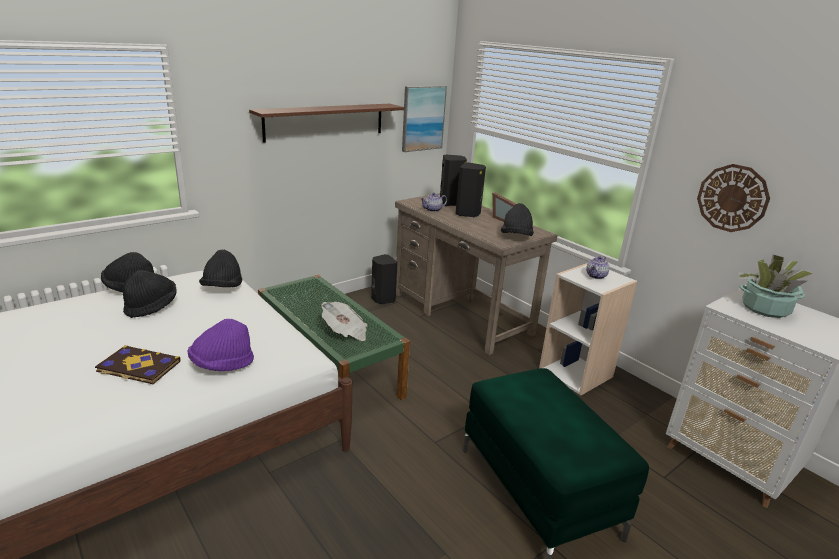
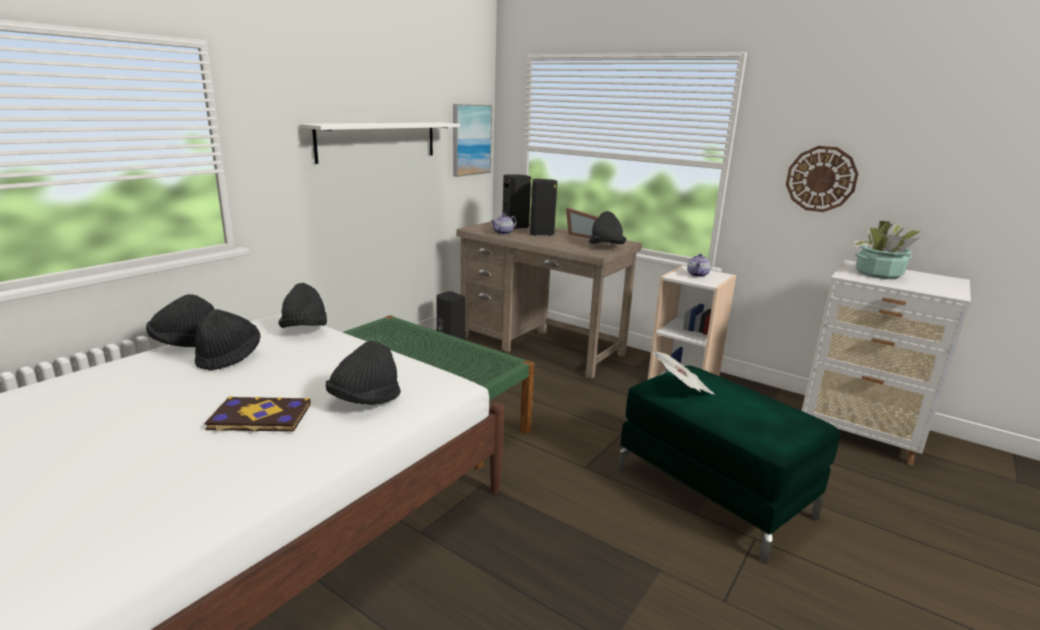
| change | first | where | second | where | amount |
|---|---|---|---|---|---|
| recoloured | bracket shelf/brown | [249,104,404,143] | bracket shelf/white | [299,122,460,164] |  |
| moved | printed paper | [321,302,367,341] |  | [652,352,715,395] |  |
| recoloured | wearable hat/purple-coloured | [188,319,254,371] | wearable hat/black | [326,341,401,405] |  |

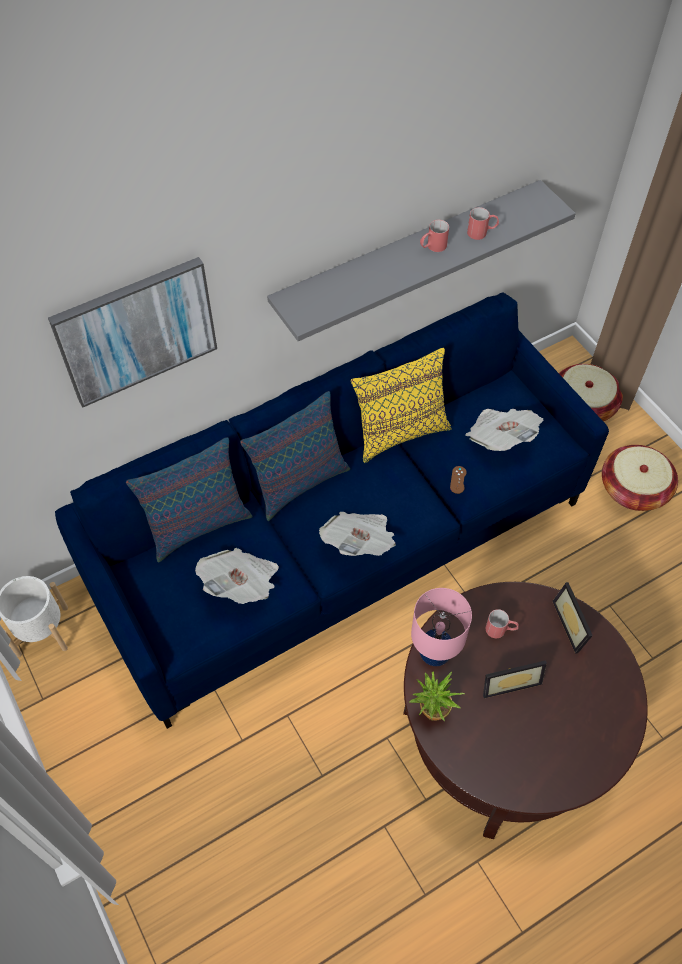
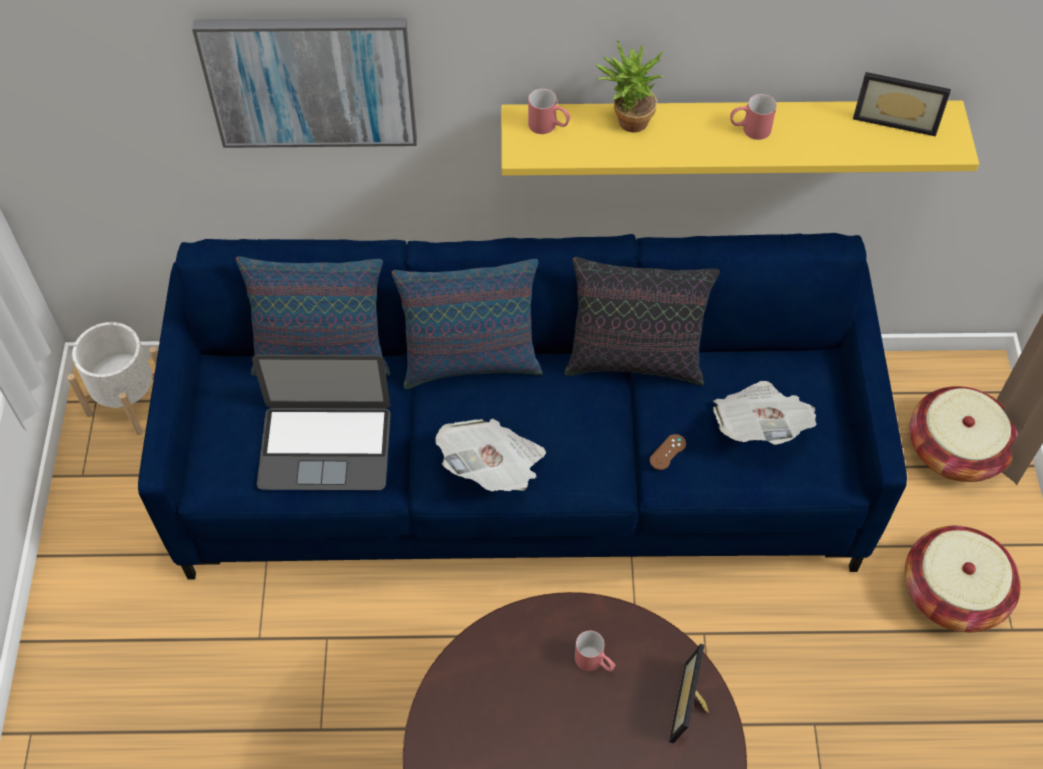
| change | first | where | second | where | amount |
|---|---|---|---|---|---|
| recoloured | bracket shelf/grey | [267,180,576,341] | bracket shelf/yellowish | [501,100,979,176] |  |
| moved | tea mug/red-coloured | [467,207,499,240] |  | [528,89,570,134] |  |
| recoloured | throw pillow/yellowish | [351,348,452,463] | throw pillow/black | [565,257,720,386] |  |
| replaced | printed paper | [195,548,279,604] | portable computer | [252,355,391,490] |  |
| removed | tabletop lamp/pink-coloured | [411,588,472,666] |  |  |  |
| moved | picture frame | [483,660,547,698] |  | [853,72,951,136] |  |
| moved | houseplant | [409,671,465,721] |  | [596,40,664,133] |  |

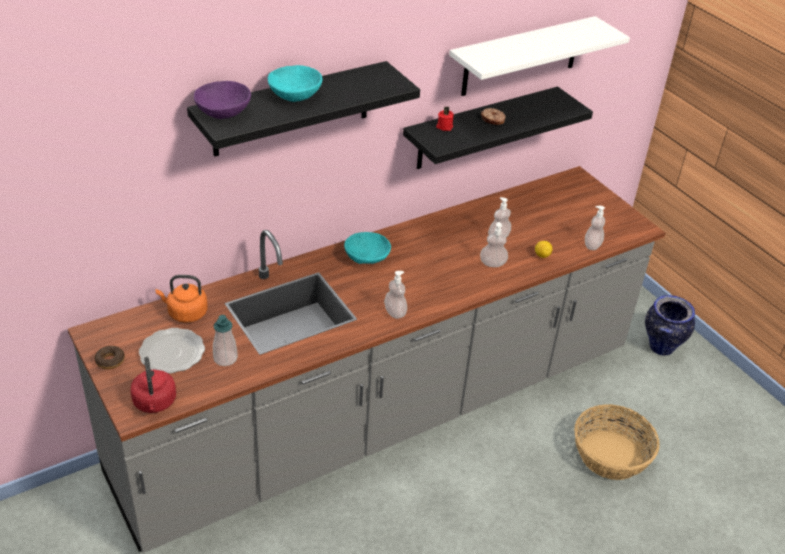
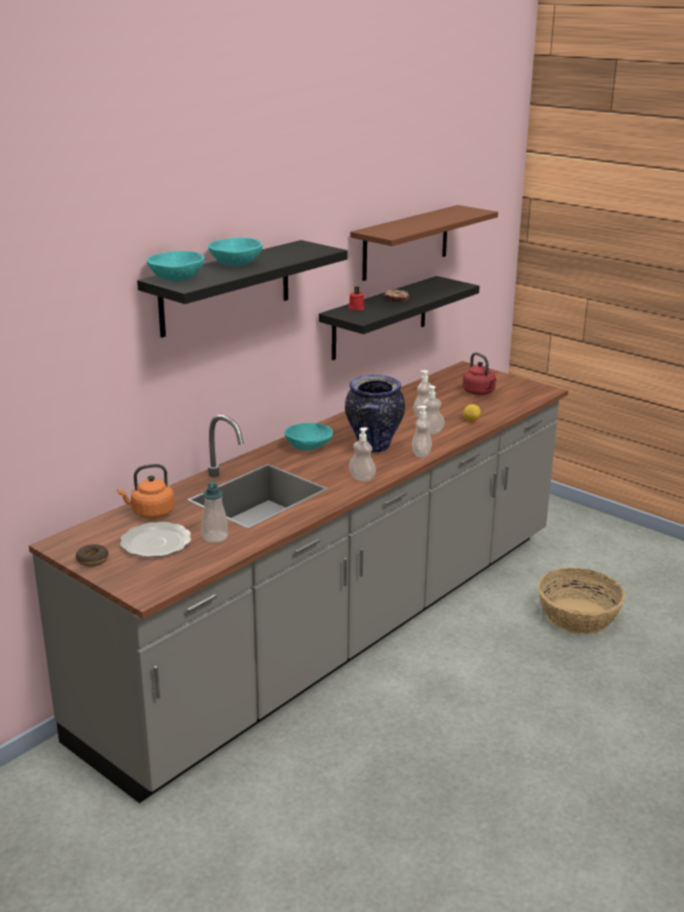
| change | first | where | second | where | amount |
|---|---|---|---|---|---|
| recoloured | bracket shelf/white | [449,16,630,96] | bracket shelf/brown | [350,205,498,281] |  |
| recoloured | bowl/purple-coloured | [194,81,251,119] | bowl/turquoise | [146,251,204,281] |  |
| moved | soap bottle | [585,206,605,250] |  | [412,405,432,457] |  |
| moved | flower vase | [645,295,695,356] |  | [345,375,405,453] |  |
| moved | tea kettle/red-coloured | [130,357,176,413] |  | [463,352,496,395] |  |

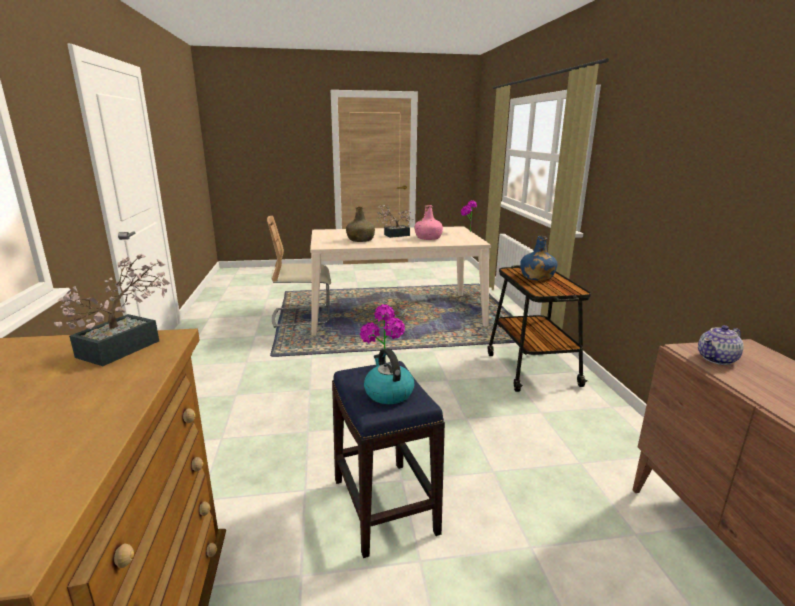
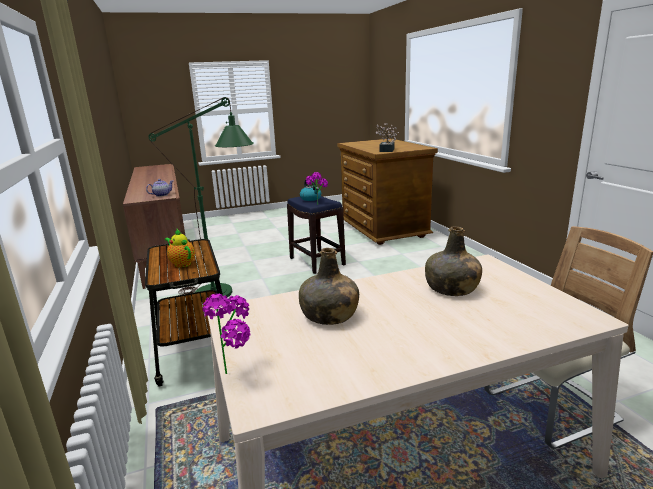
| change | first | where | second | where | amount |
|---|---|---|---|---|---|
| removed | houseplant | [377,204,413,238] |  |  |  |
| recoloured | bottle/pink-coloured | [414,205,443,240] | bottle/green | [299,248,359,325] |  |
| replaced | bottle/bluish | [520,236,558,280] | teapot | [165,229,195,267] |  |
| added |  |  | floor lamp/green | [149,97,254,297] |  |

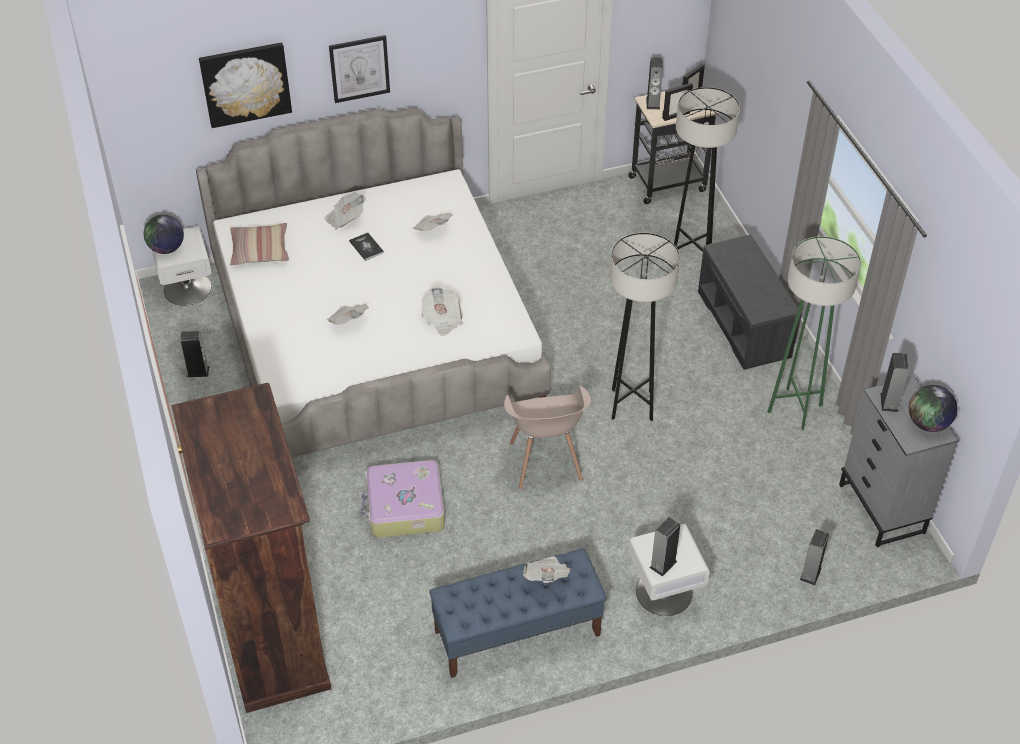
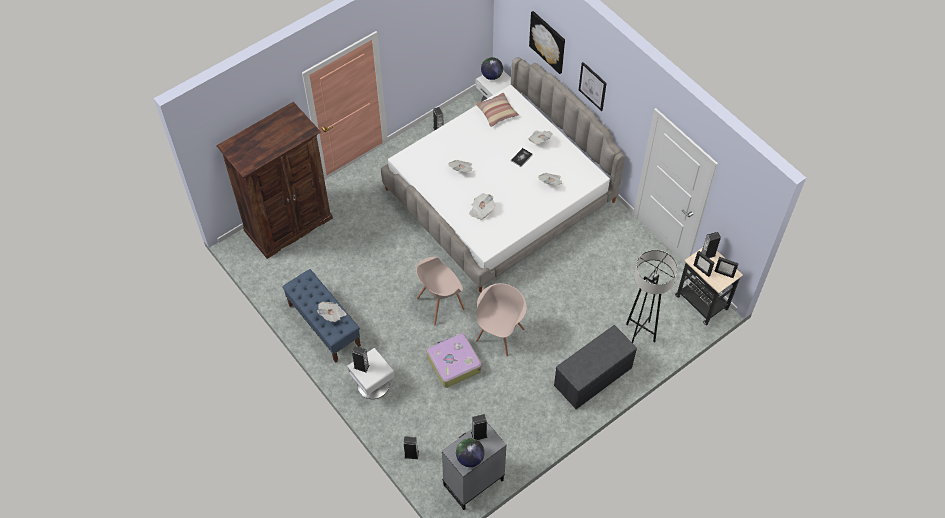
| change | first | where | second | where | amount |
|---|---|---|---|---|---|
| replaced | floor lamp/black | [610,233,680,421] | plain chair/beige-coloured | [476,283,527,356] |  |
| removed | floor lamp/green | [767,236,861,430] |  |  |  |
| moved | piece of luggage | [361,460,445,538] |  | [427,333,482,388] |  |

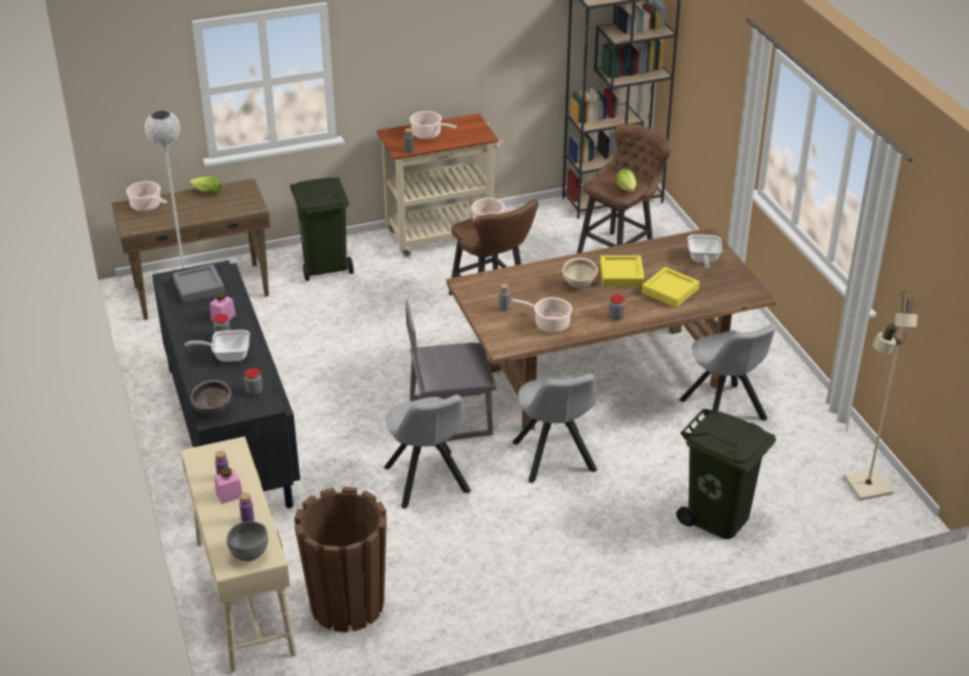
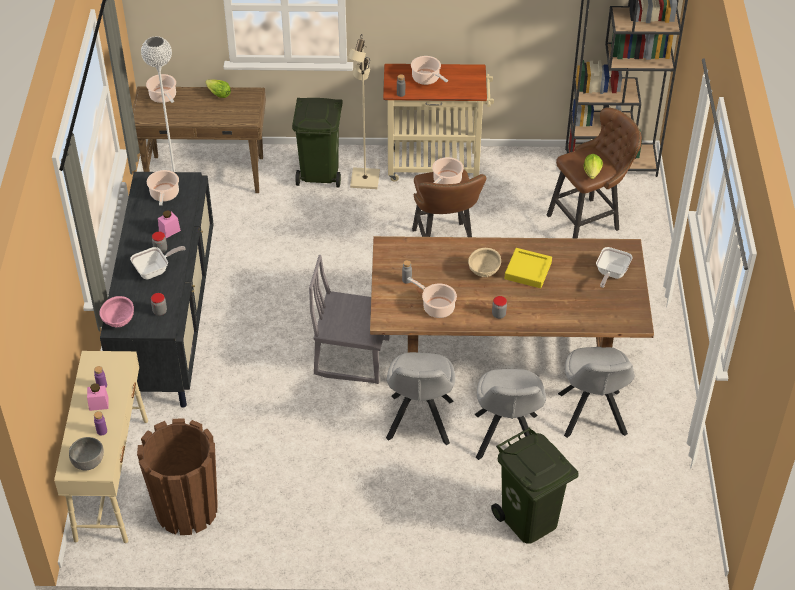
| change | first | where | second | where | amount |
|---|---|---|---|---|---|
| replaced | serving tray/grey | [173,264,225,303] | saucepot | [147,170,179,206] |  |
| removed | serving tray/yellowish | [642,267,700,308] |  |  |  |
| moved | floor lamp/beige-coloured | [844,291,918,501] |  | [348,34,380,189] |  |
| turned | skillet | [185,330,250,362] |  | [130,246,186,279] | 135 degrees clockwise |
| recoloured | bowl/brown | [191,380,232,415] | bowl/pink-coloured | [100,296,134,328] |  |
| moved | plain chair/grey | [384,395,471,509] |  | [474,369,546,460] |  |

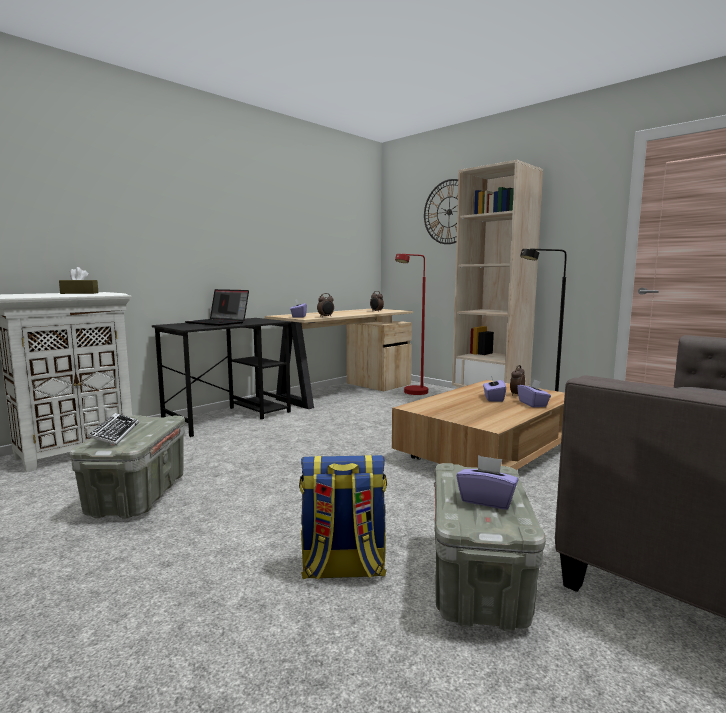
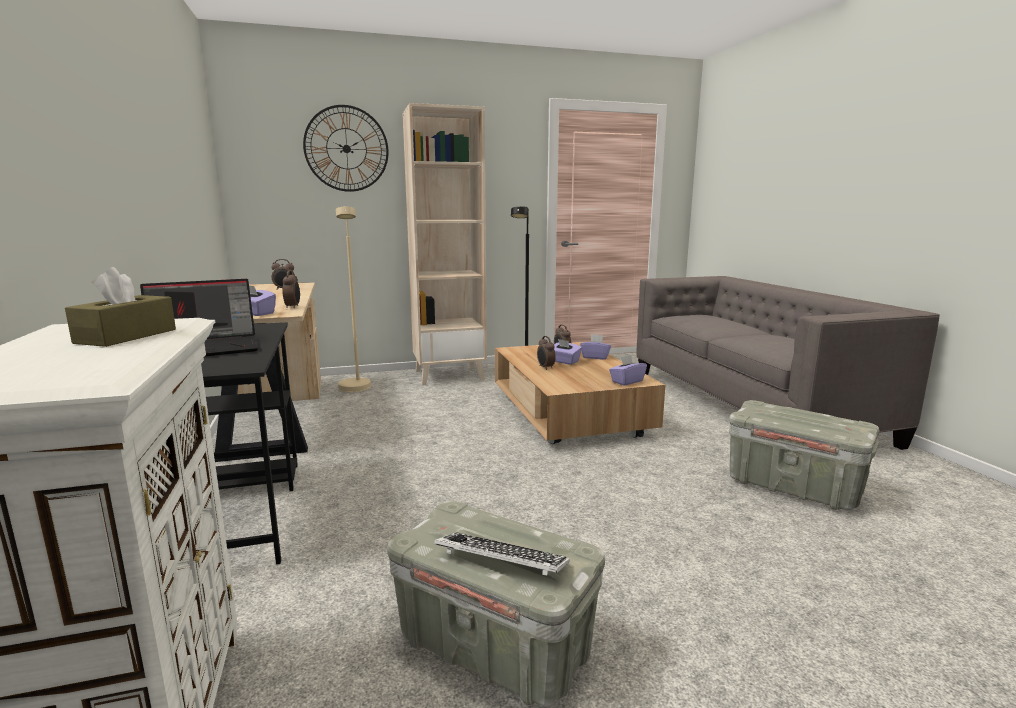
| change | first | where | second | where | amount |
|---|---|---|---|---|---|
| recoloured | floor lamp/red-coloured | [395,254,428,395] | floor lamp/beige-coloured | [336,206,371,392] |  |
| removed | rucksack | [299,455,387,580] |  |  |  |
| moved | tissue holder/purple-coloured | [456,455,519,510] |  | [609,355,647,385] |  |
| added |  |  | alarm clock | [537,336,556,370] |  |

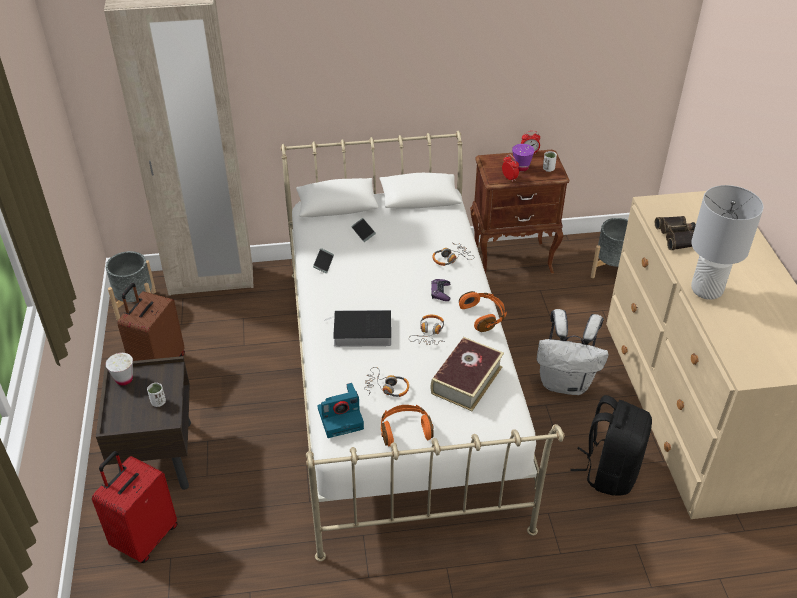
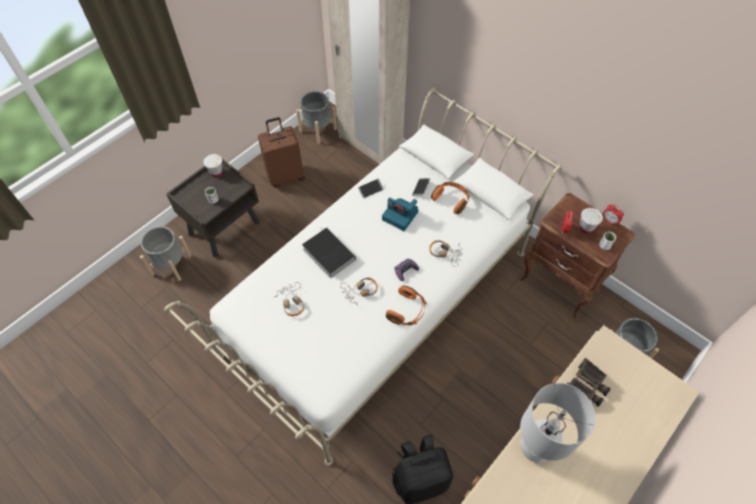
| change | first | where | second | where | amount |
|---|---|---|---|---|---|
| recoloured | small cup/purple-coloured | [512,144,535,172] | small cup/white | [580,208,603,233] |  |
| removed | rucksack/white | [537,309,609,395] |  |  |  |
| removed | bound book | [431,337,504,411] |  |  |  |
| moved | photo camera | [317,383,364,438] |  | [382,197,419,231] |  |
| moved | headset/orangey | [381,405,434,447] |  | [431,181,469,214] |  |
| replaced | piece of luggage/red-coloured | [92,451,177,563] | flower pot/grey | [140,226,192,281] |  |

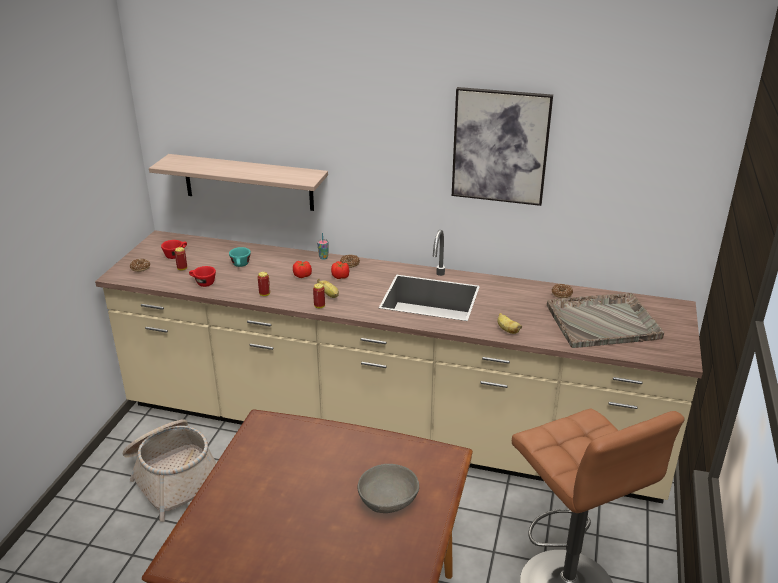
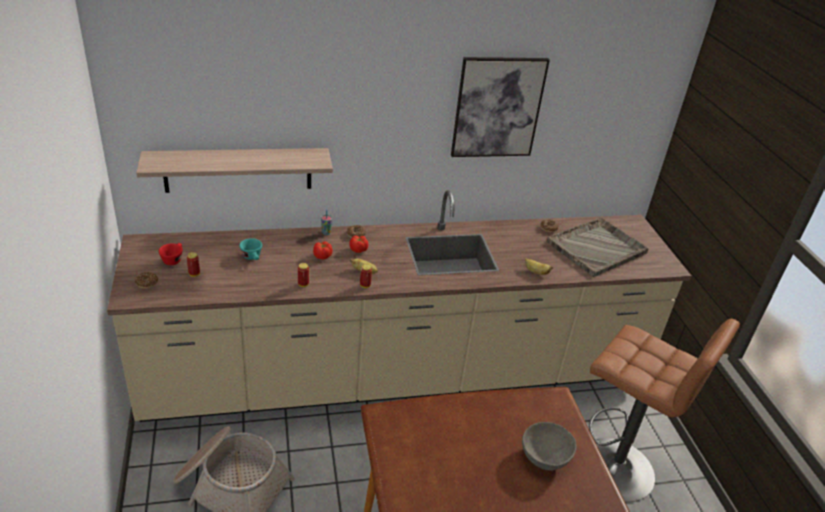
| change | first | where | second | where | amount |
|---|---|---|---|---|---|
| removed | small cup/red-coloured | [189,266,216,287] |  |  |  |

